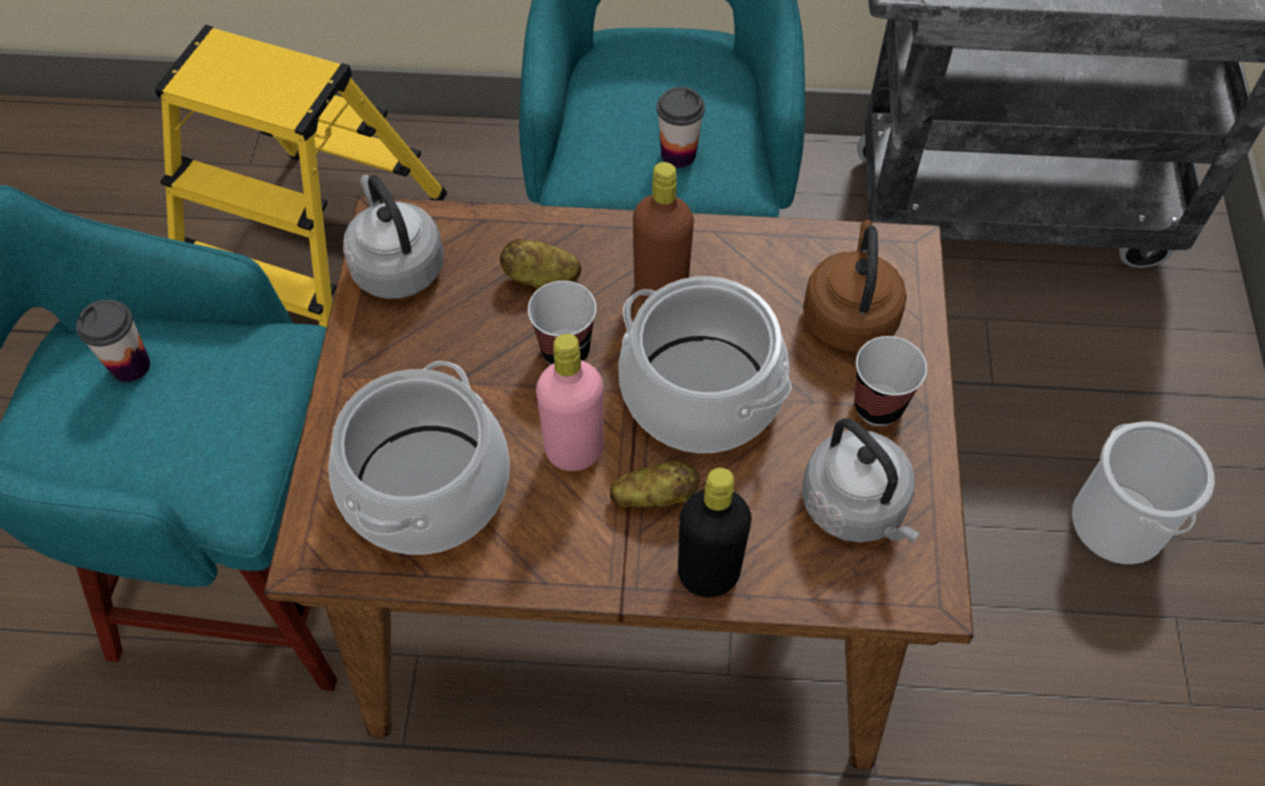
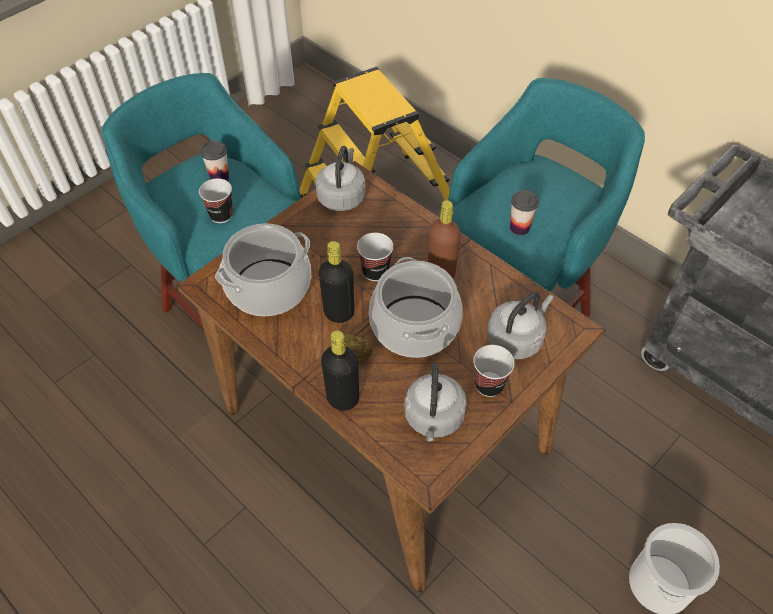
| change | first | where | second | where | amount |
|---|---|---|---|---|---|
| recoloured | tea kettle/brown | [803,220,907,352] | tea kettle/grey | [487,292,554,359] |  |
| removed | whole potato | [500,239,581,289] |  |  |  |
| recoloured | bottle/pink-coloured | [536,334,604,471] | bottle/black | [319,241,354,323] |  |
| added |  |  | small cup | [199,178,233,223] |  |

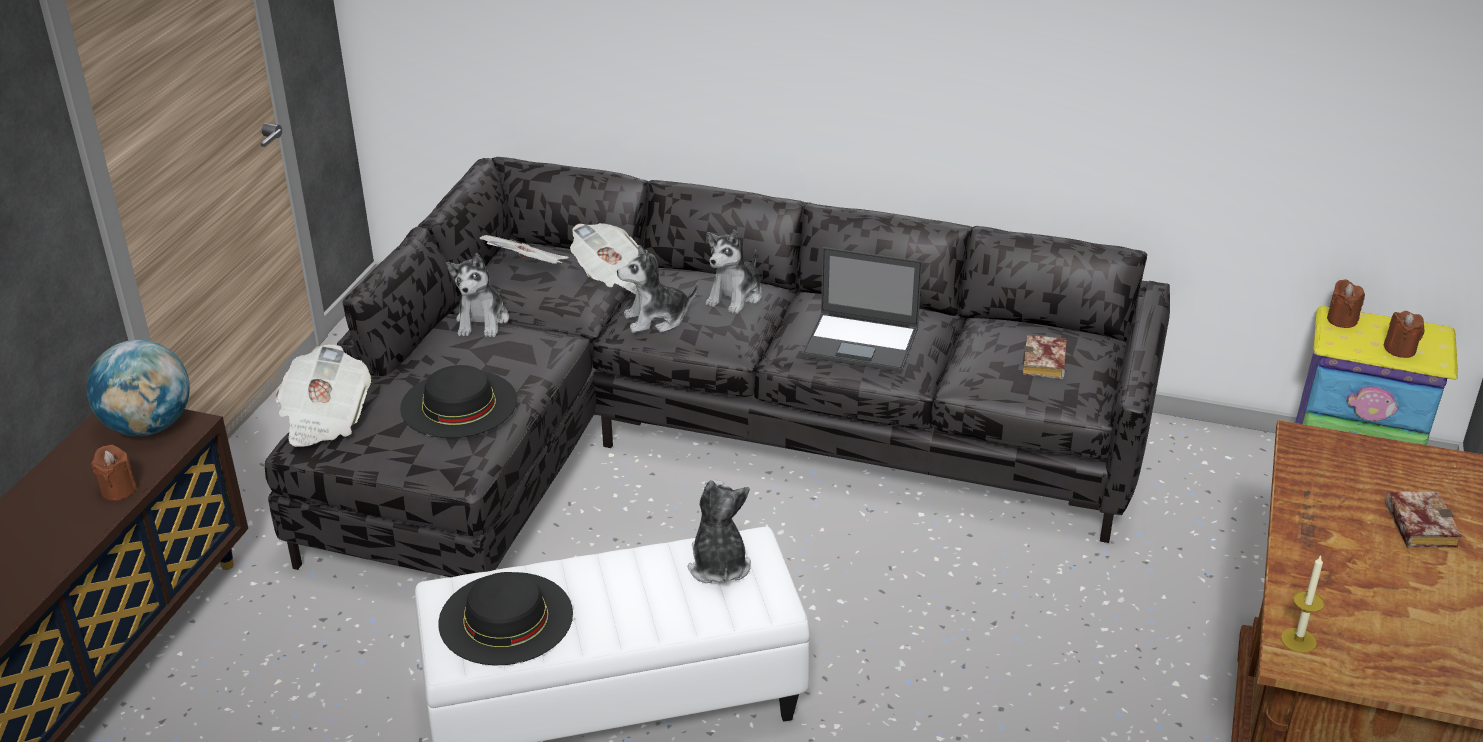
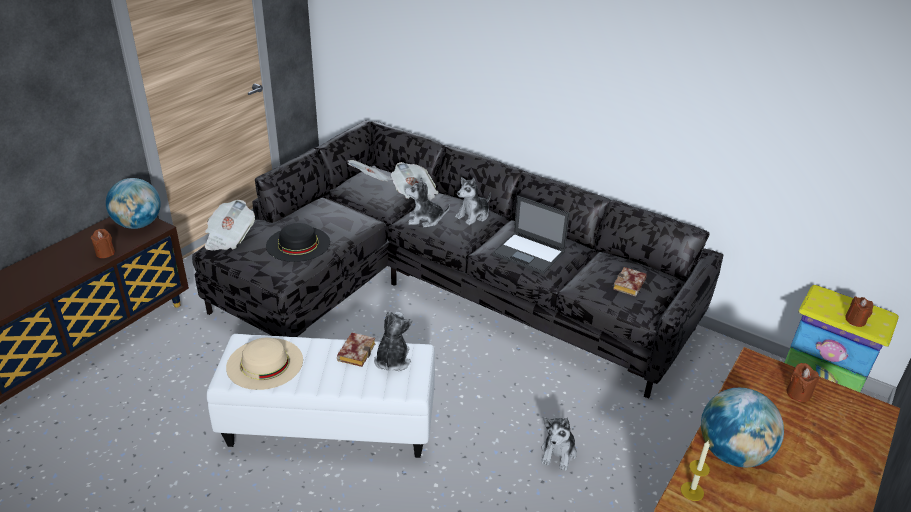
| change | first | where | second | where | amount |
|---|---|---|---|---|---|
| moved | soft toy | [446,253,509,337] |  | [541,417,577,471] |  |
| moved | candle/brown | [1327,279,1365,328] |  | [786,363,819,402] |  |
| moved | bound book | [1385,491,1462,548] |  | [337,333,376,367] |  |
| recoloured | wearable hat/black | [438,572,573,665] | wearable hat/beige-coloured | [226,338,303,390] |  |
| added |  |  | world globe | [701,388,784,467] |  |

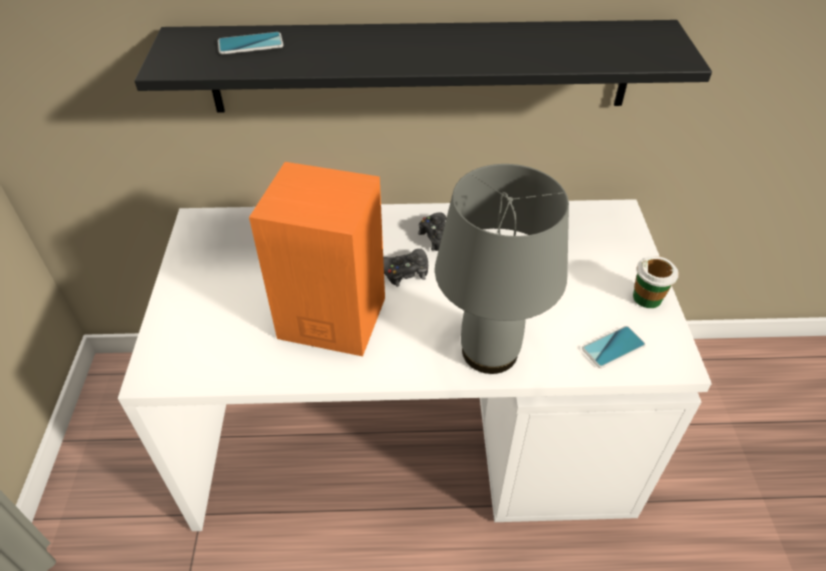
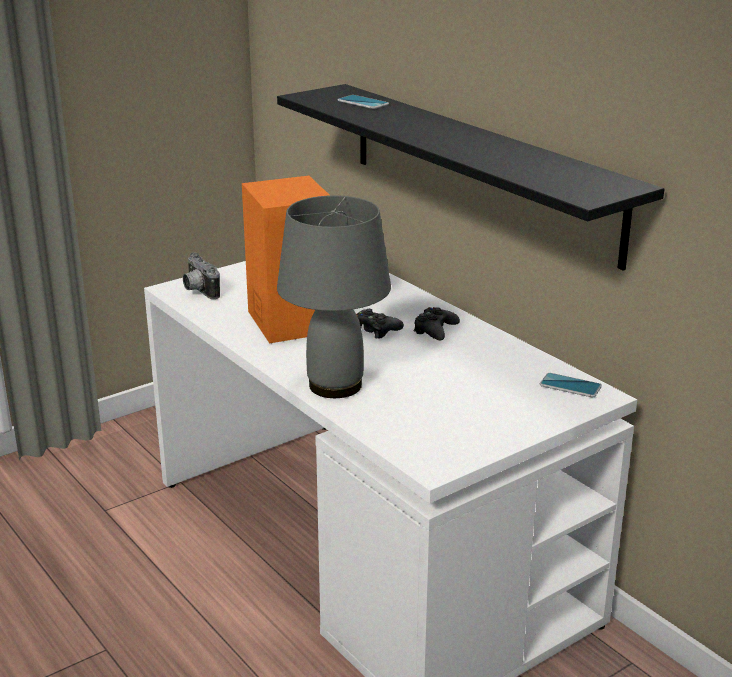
| change | first | where | second | where | amount |
|---|---|---|---|---|---|
| removed | small cup | [633,256,679,308] |  |  |  |
| moved | handset | [582,326,646,368] |  | [540,373,602,398] |  |
| added |  |  | photo camera | [183,253,220,299] |  |

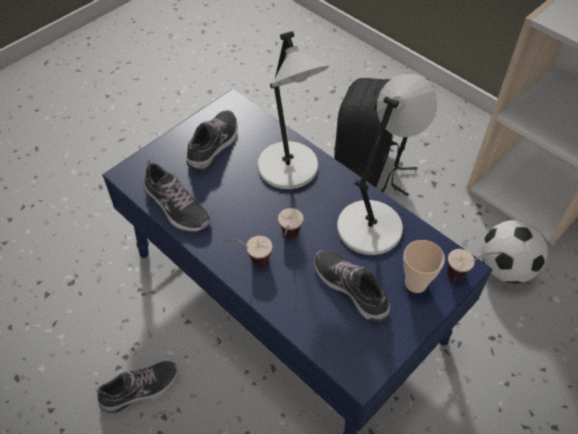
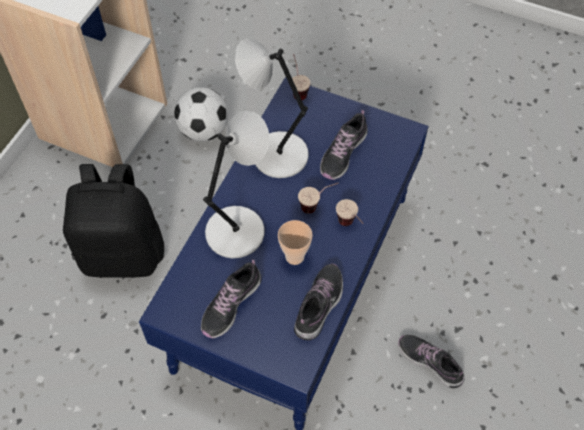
| change | first | where | second | where | amount |
|---|---|---|---|---|---|
| turned | shoe | [186,110,238,171] |  | [201,259,262,338] | 60 degrees counterclockwise |
| moved | small cup | [403,240,445,293] |  | [278,220,313,265] |  |

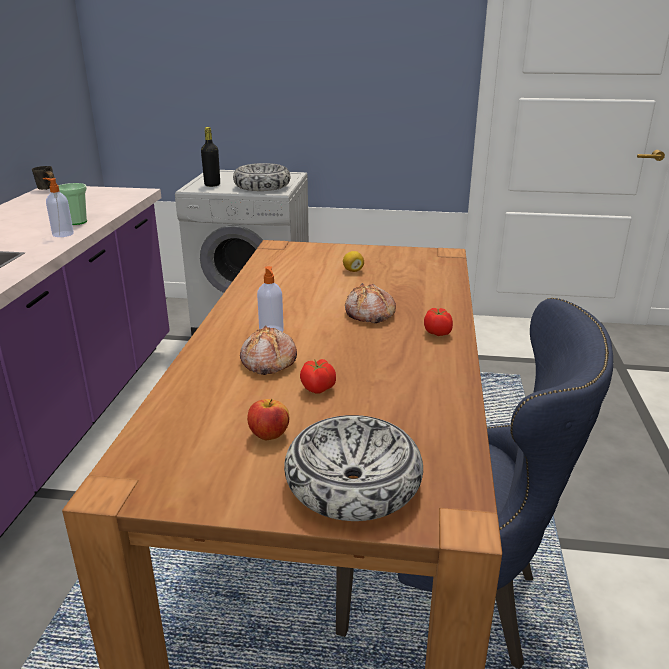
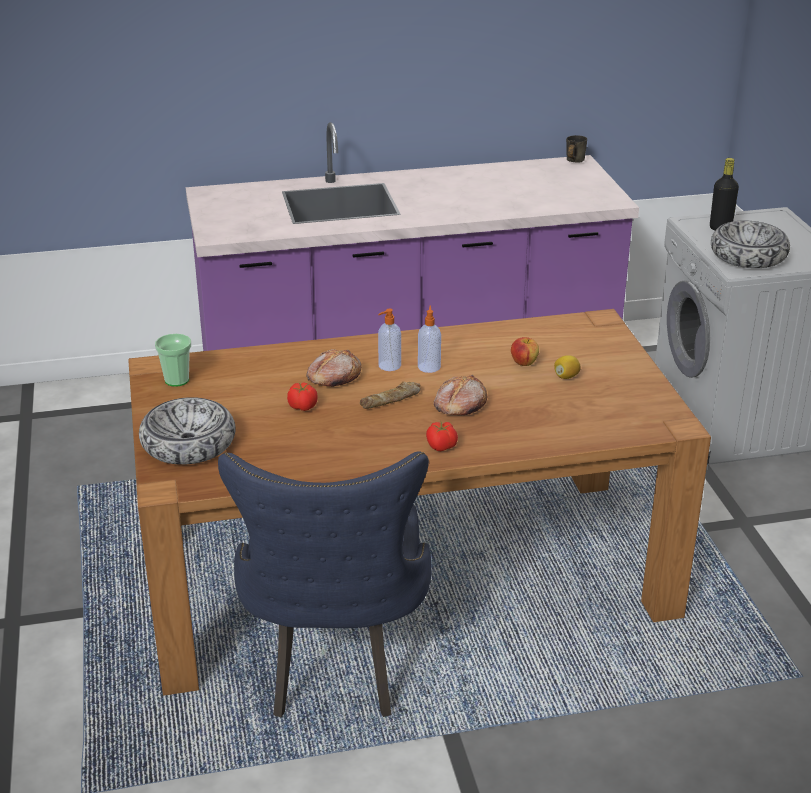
| change | first | where | second | where | amount |
|---|---|---|---|---|---|
| moved | soap bottle | [43,178,74,237] |  | [418,305,441,373] |  |
| moved | small cup | [58,183,87,225] |  | [155,334,191,387] |  |
| moved | apple fruit | [247,399,289,440] |  | [511,337,539,366] |  |
| added |  |  | bakery bread | [360,381,421,409] |  |

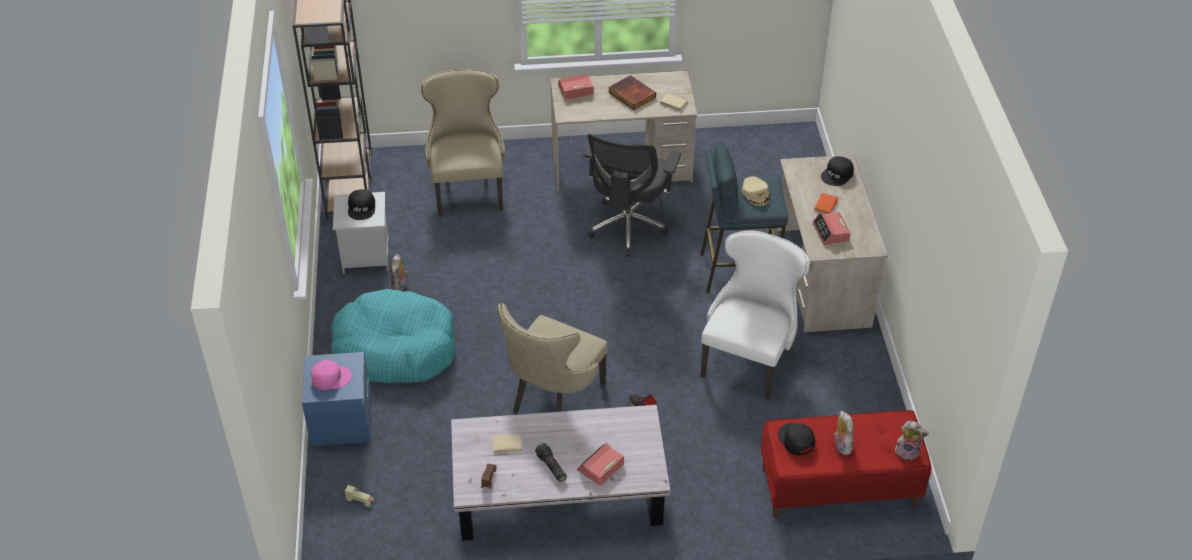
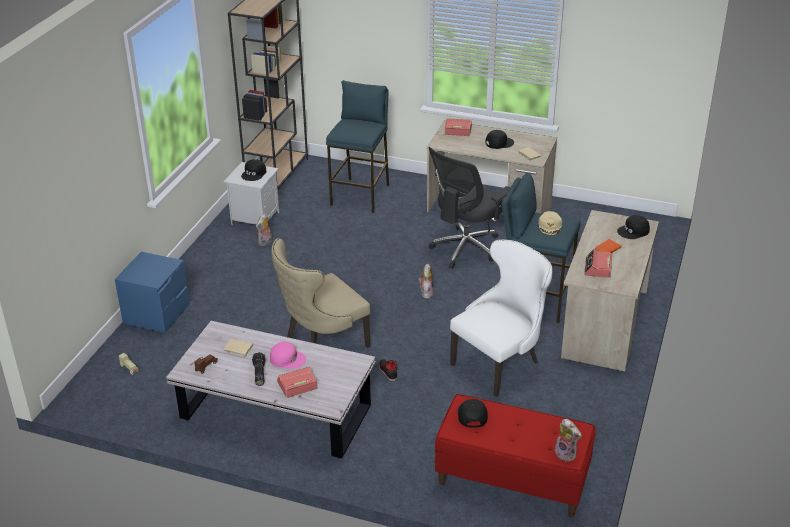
| change | first | where | second | where | amount |
|---|---|---|---|---|---|
| replaced | plain chair/beige-coloured | [421,69,506,216] | sitting stool/bluish | [326,80,389,213] |  |
| replaced | bound book | [608,75,656,110] | cap/black | [485,130,514,149] |  |
| removed | pet bed/turquoise | [331,289,456,383] |  |  |  |
| moved | cap/pink-coloured | [311,360,352,390] |  | [270,342,306,369] |  |
| moved | soft toy | [834,411,854,455] |  | [418,264,434,299] |  |

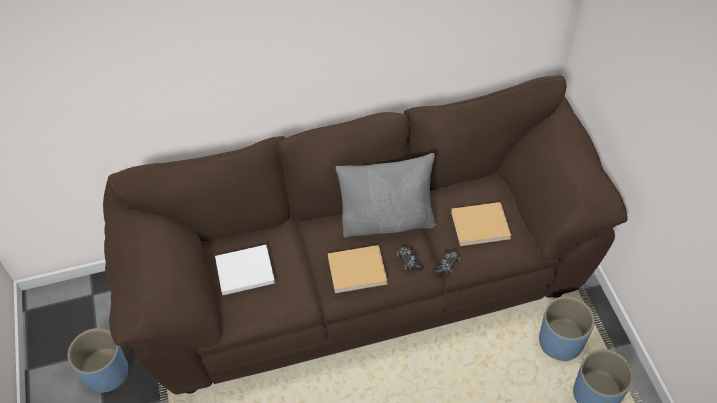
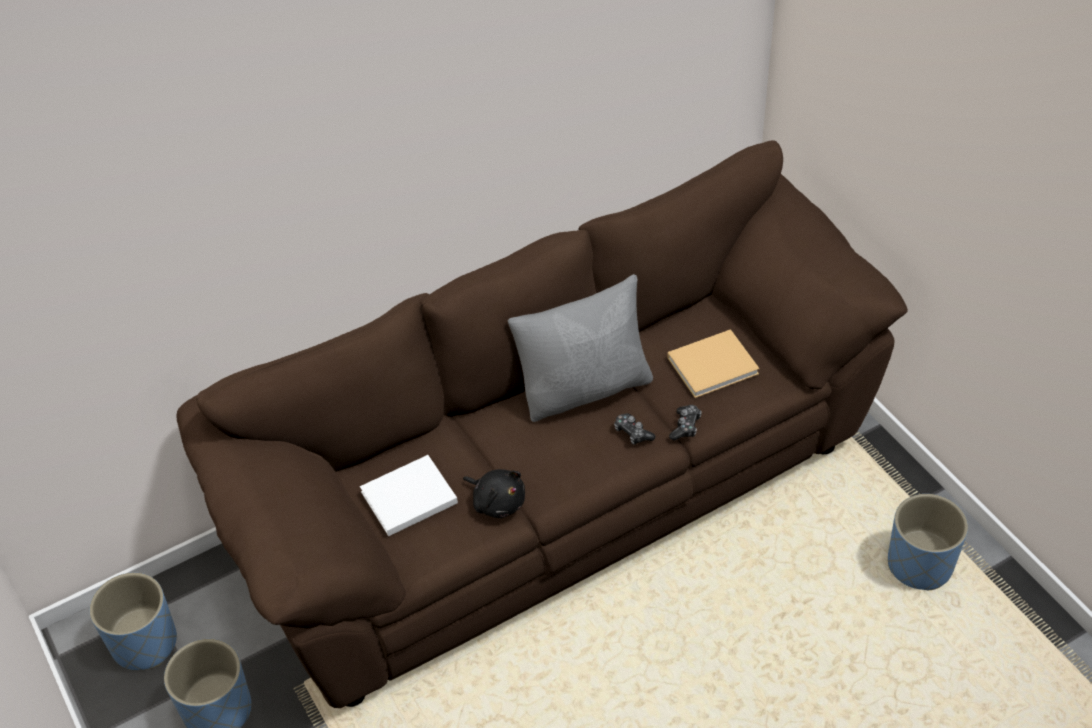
| change | first | where | second | where | amount |
|---|---|---|---|---|---|
| removed | bound book/beige-coloured | [328,245,387,293] |  |  |  |
| moved | flower pot/bluish | [539,296,595,361] |  | [90,573,177,670] |  |
| added |  |  | soft toy/black | [463,469,525,518] |  |

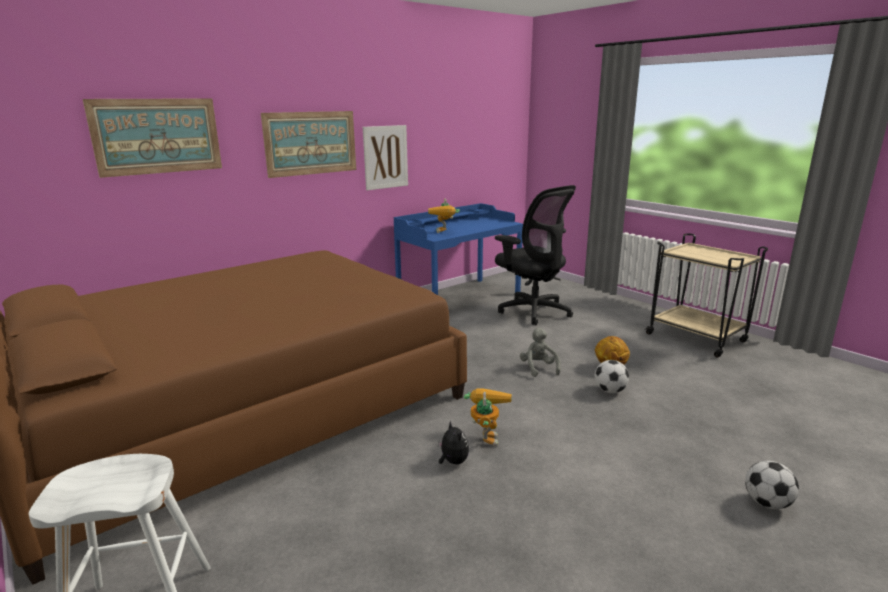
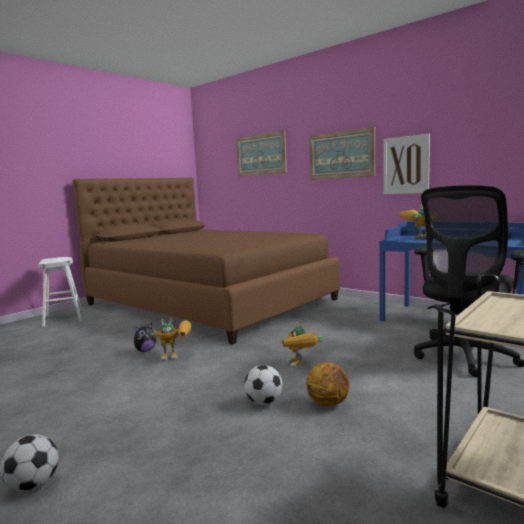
| change | first | where | second | where | amount |
|---|---|---|---|---|---|
| replaced | soft toy/grey | [520,328,561,377] | toy robot | [282,321,322,368] |  |

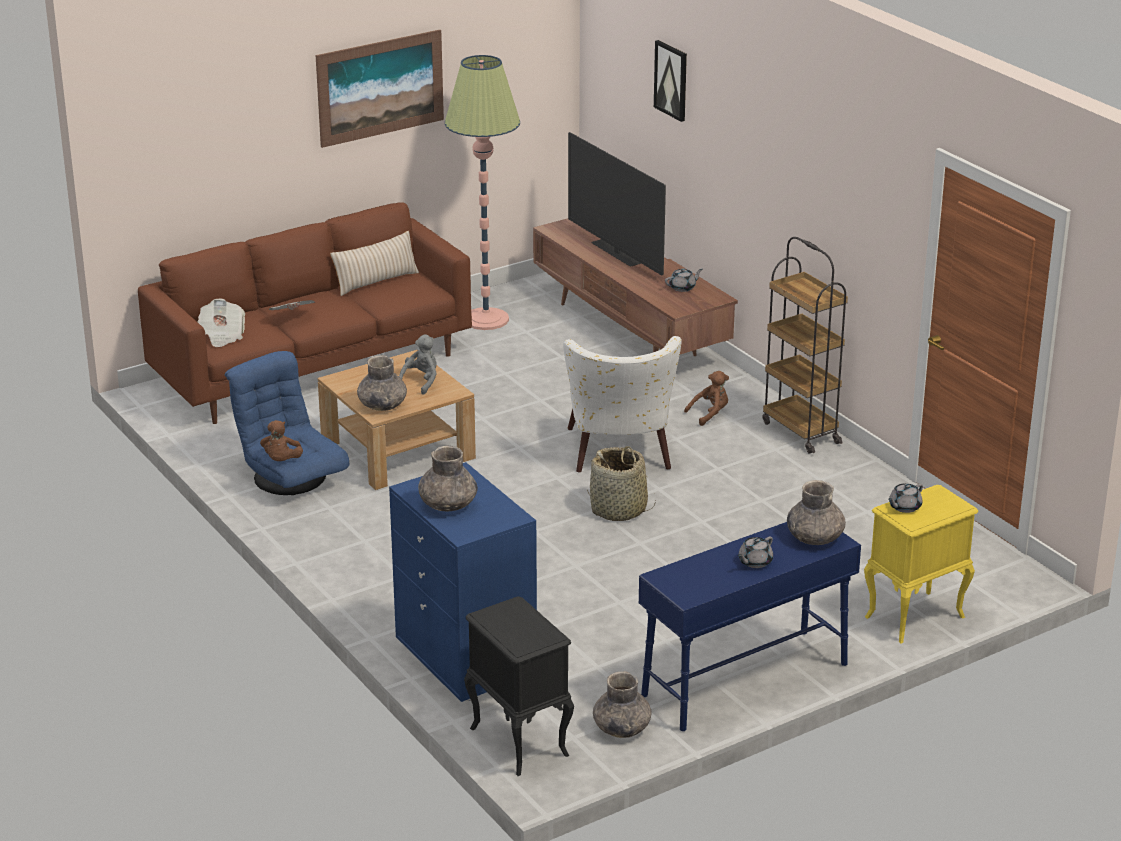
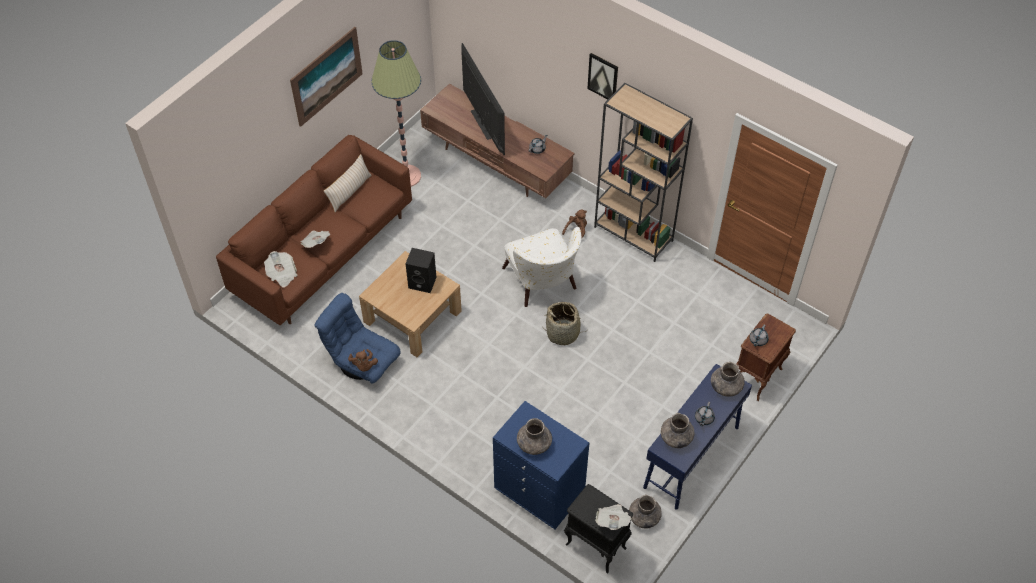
| change | first | where | second | where | amount |
|---|---|---|---|---|---|
| moved | picture | [654,40,687,122] |  | [587,53,618,99] |  |
| turned | TV set | [568,132,666,276] |  | [461,43,505,155] | 150 degrees counterclockwise |
| replaced | trolley/brown | [762,237,848,454] | shelving unit | [594,83,693,262] |  |
| replaced | soft toy/grey | [399,334,437,395] | audio speaker/black | [406,248,436,293] |  |
| moved | flower vase/grey | [357,355,407,411] |  | [661,413,694,448] |  |
| recoloured | night table/yellowish | [864,485,978,644] | night table/brown | [736,314,796,401] |  |
| added |  |  | printed paper | [595,504,632,530] |  |

